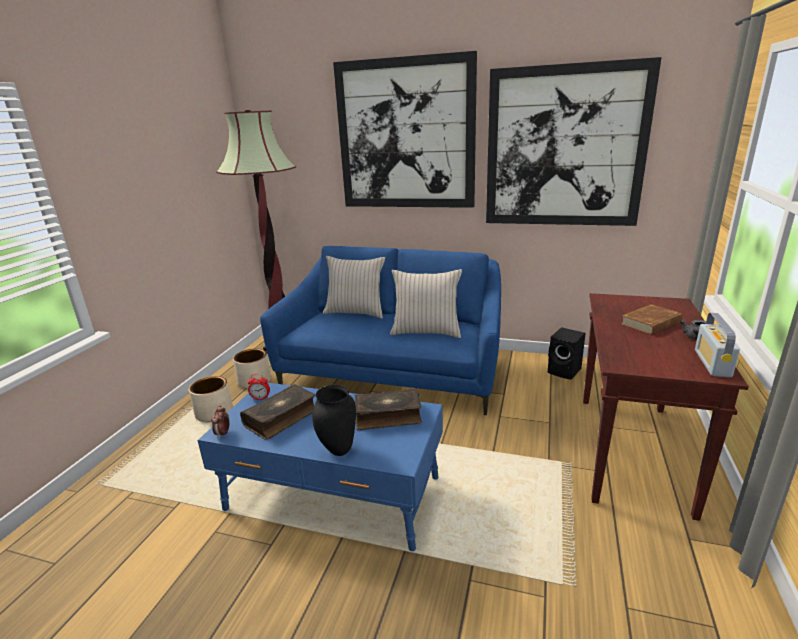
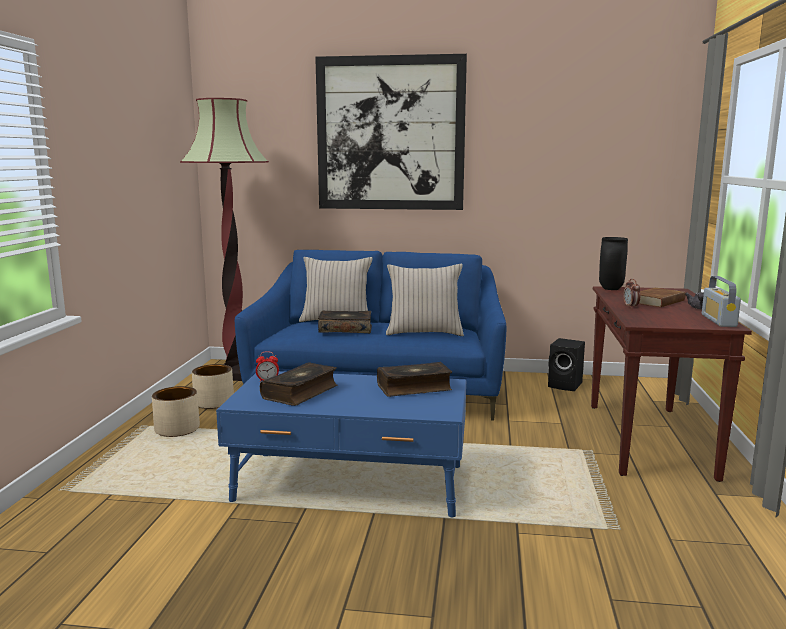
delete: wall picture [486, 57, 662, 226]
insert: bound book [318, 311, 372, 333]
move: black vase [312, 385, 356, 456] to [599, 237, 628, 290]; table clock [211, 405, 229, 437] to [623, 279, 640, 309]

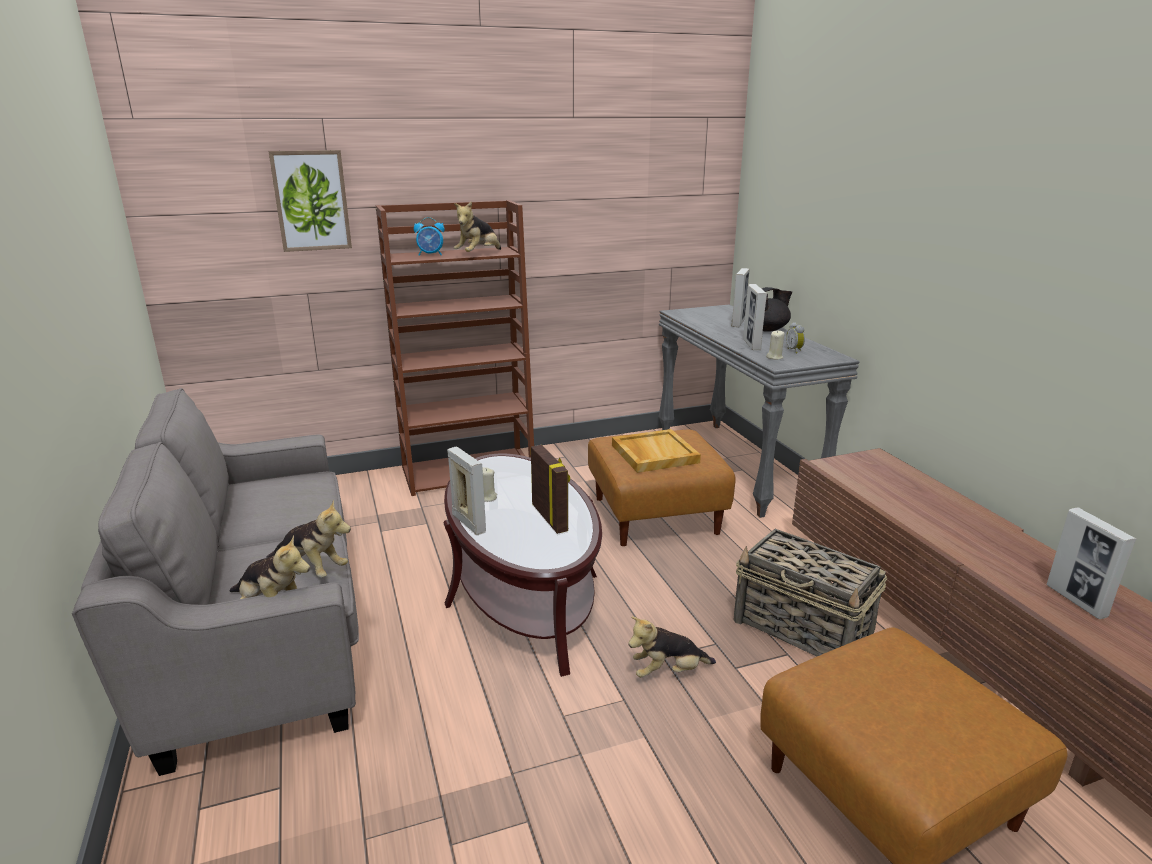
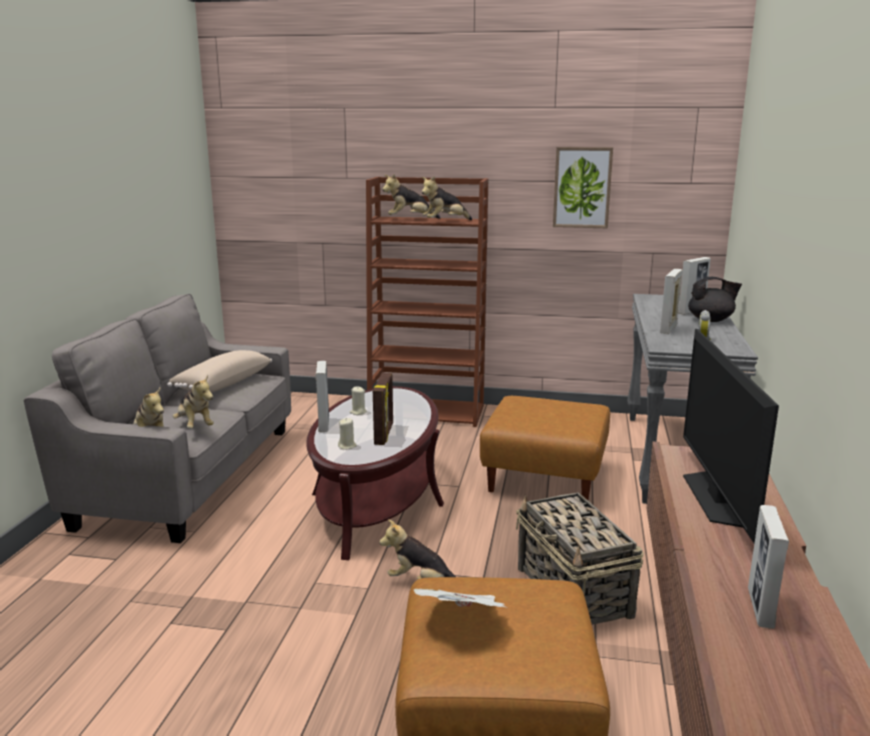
delete: beige serving tray [612, 429, 701, 473]
insert: beige pillow [167, 350, 272, 393]; printed paper [414, 589, 508, 608]; TV set [683, 329, 779, 543]
move: beige wax candle [766, 330, 784, 360] to [338, 418, 357, 449]; wall picture [269, 150, 352, 252] to [553, 147, 613, 228]
replace: table clock [414, 217, 445, 256] to plush toy [382, 174, 441, 219]

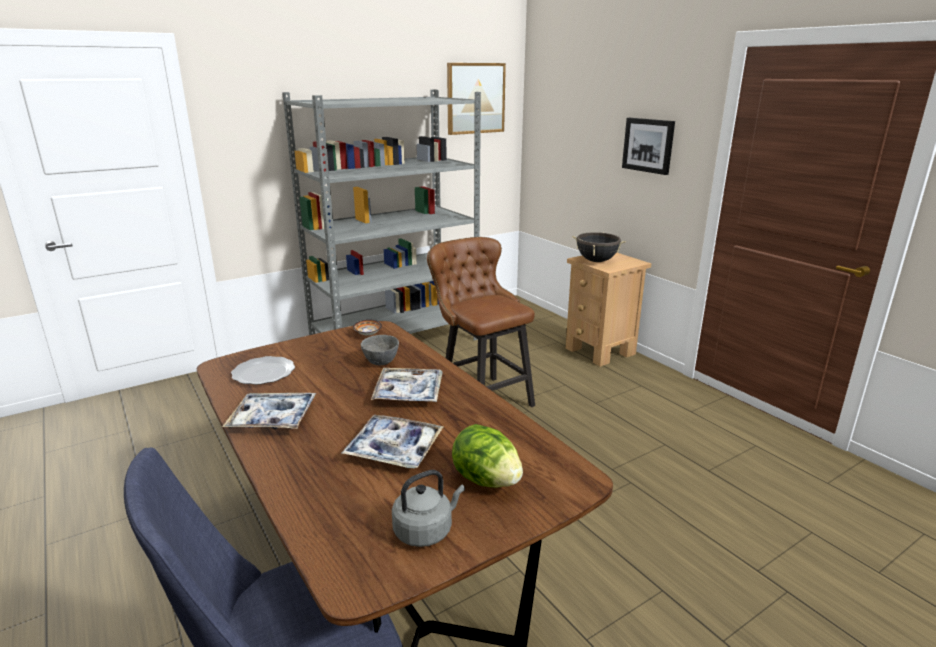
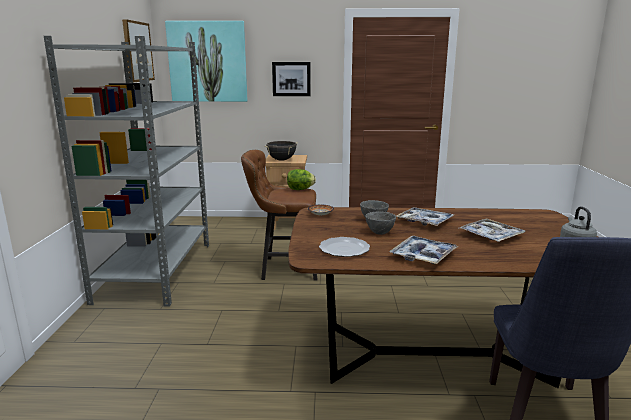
insert: wall picture [165, 21, 247, 102]; grey bowl [365, 212, 396, 235]
move: head of lettuce [452, 424, 523, 488] to [287, 169, 316, 190]

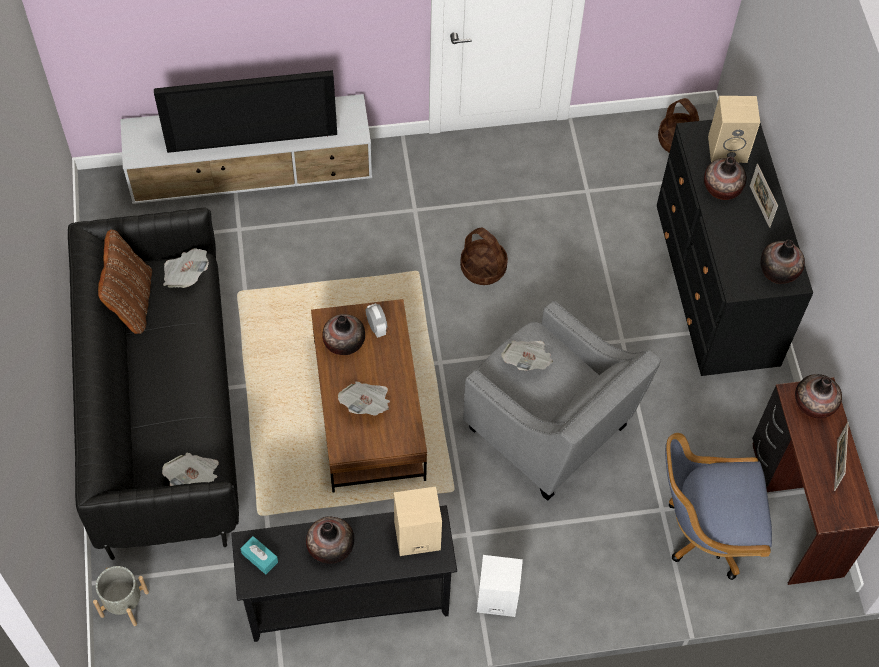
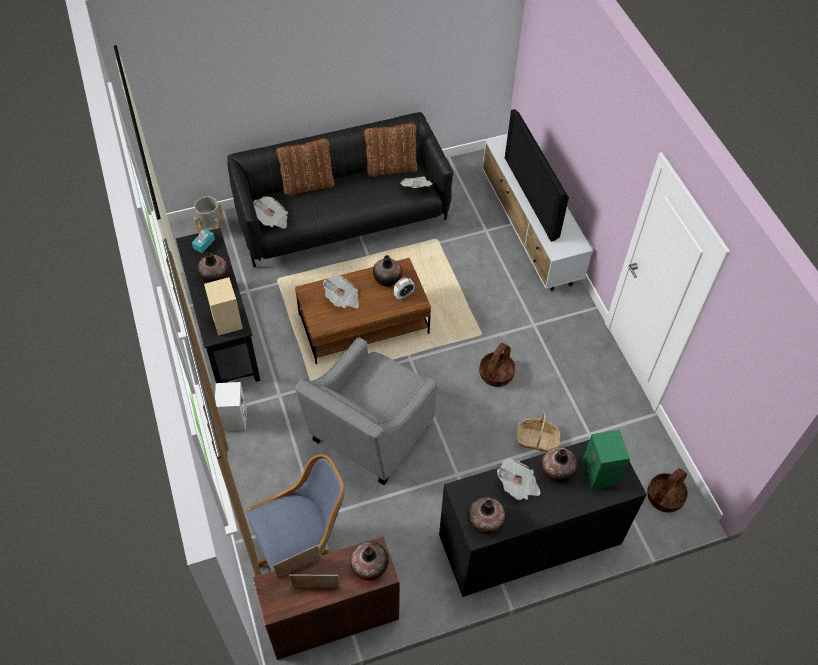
insert: brown-coloured pillow [277, 139, 334, 196]; storage basket [517, 412, 560, 452]
move: photo frame [750, 164, 778, 228] to [273, 545, 320, 578]; printed paper [501, 341, 553, 371] to [497, 458, 541, 500]
recolor: beige speaker [708, 96, 760, 163] to green speaker [582, 430, 630, 489]
rotate: blue-coloured desk chair [665, 433, 772, 580] = [246, 454, 345, 571] 75 degrees clockwise

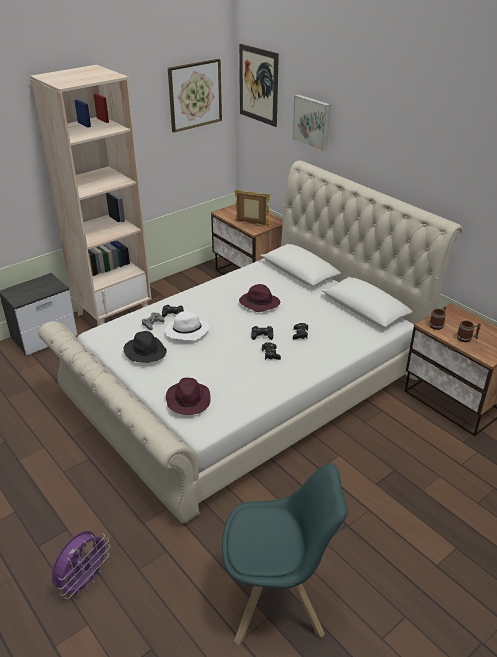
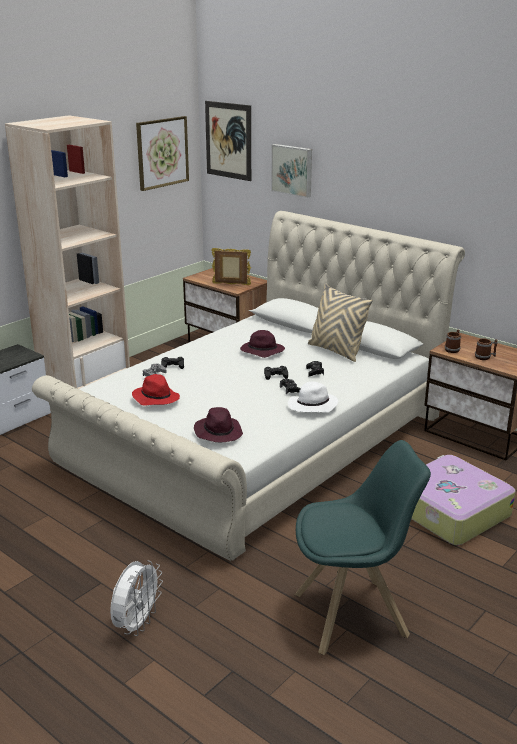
insert: beige pillow [308, 284, 373, 362]; piece of luggage [411, 455, 516, 545]
move: white clothing hat [165, 311, 209, 340] to [288, 381, 339, 413]
recolor: purple fan [52, 531, 110, 599] to white fan [110, 560, 163, 636]; black clothing hat [123, 331, 167, 363] to red clothing hat [132, 374, 180, 406]

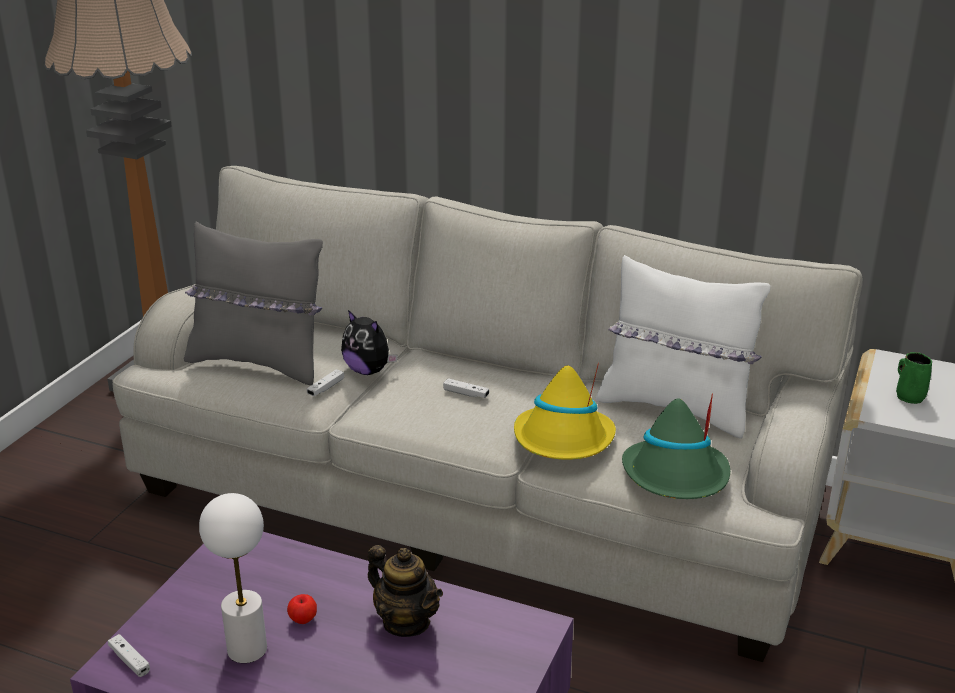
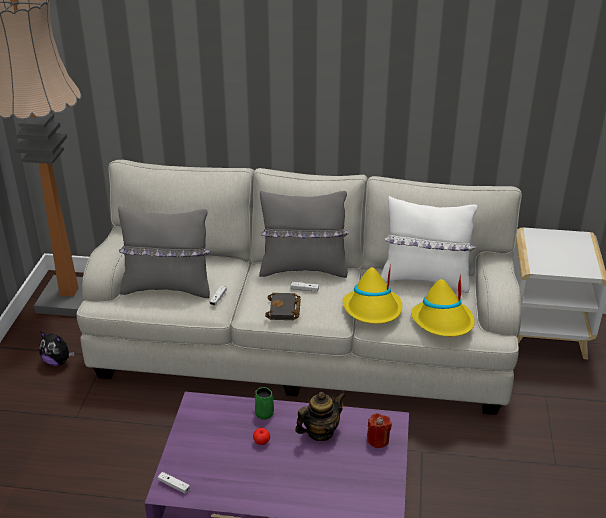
delete: white lamp for a table [199, 493, 267, 663]
insert: grey pillow [259, 190, 349, 278]; black bound book [265, 293, 301, 320]; red wax candle [367, 413, 392, 448]
move: plush toy [341, 310, 398, 375] to [39, 331, 74, 366]; green tea mug [896, 352, 932, 404] to [255, 387, 274, 420]
recolor: green clothing hat [622, 393, 730, 499] to yellowish clothing hat [411, 274, 475, 337]
rotate: teapot [368, 545, 443, 637] = [295, 392, 346, 441] 60 degrees counterclockwise

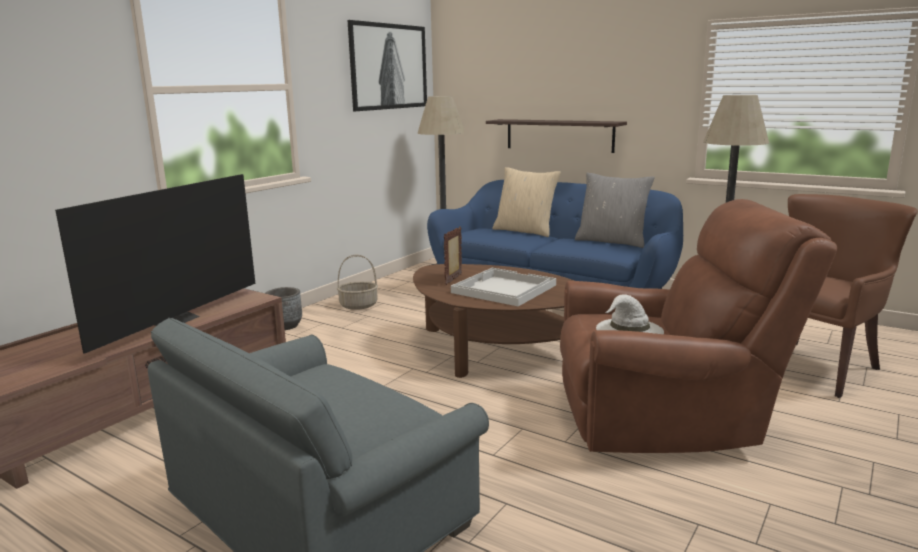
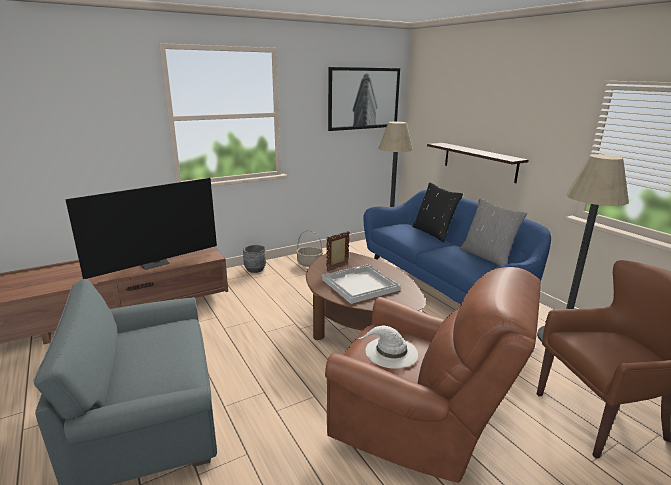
recolor: beige pillow [492, 167, 561, 237] to black pillow [412, 182, 463, 242]

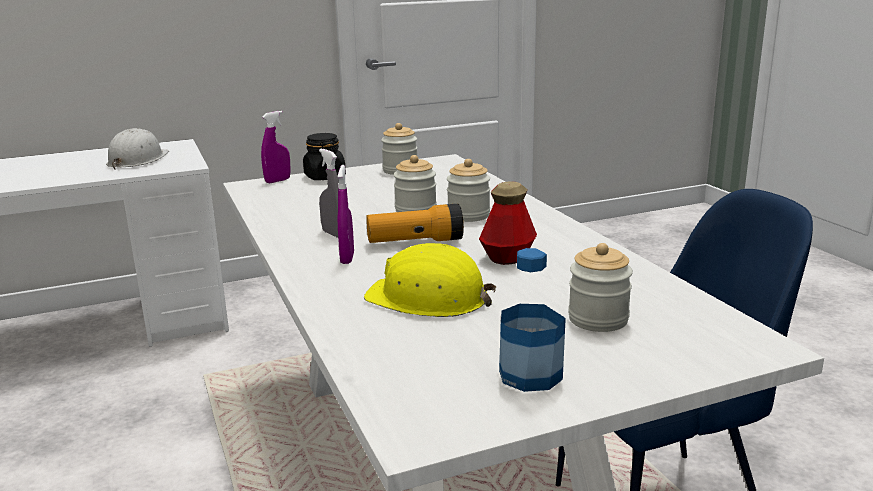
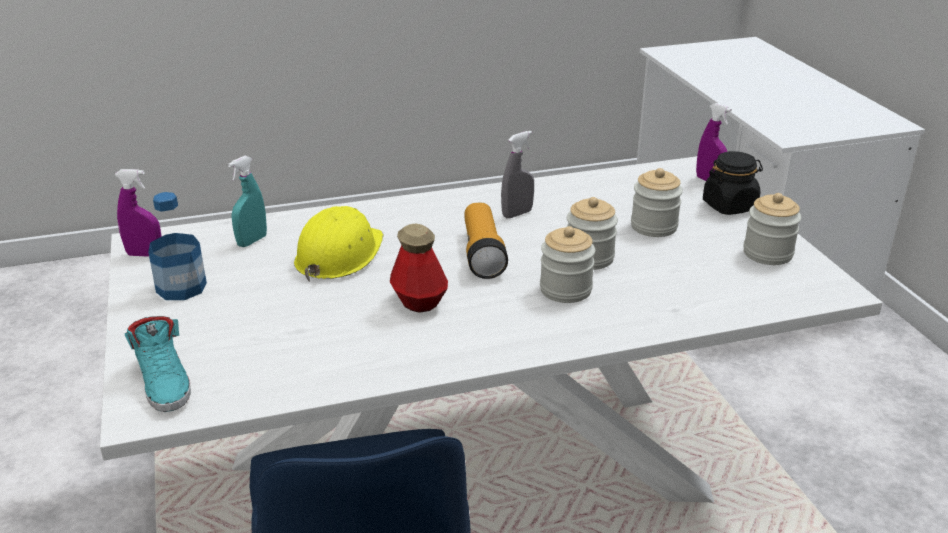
delete: white safety helmet [107, 128, 169, 169]
insert: turquoise-coloured shoe [125, 316, 191, 412]; turquoise-coloured hand sprayer [228, 156, 267, 247]
move: purple hand sprayer [337, 165, 354, 264] to [115, 169, 162, 257]; preserve jar [568, 243, 633, 332] to [631, 168, 683, 237]

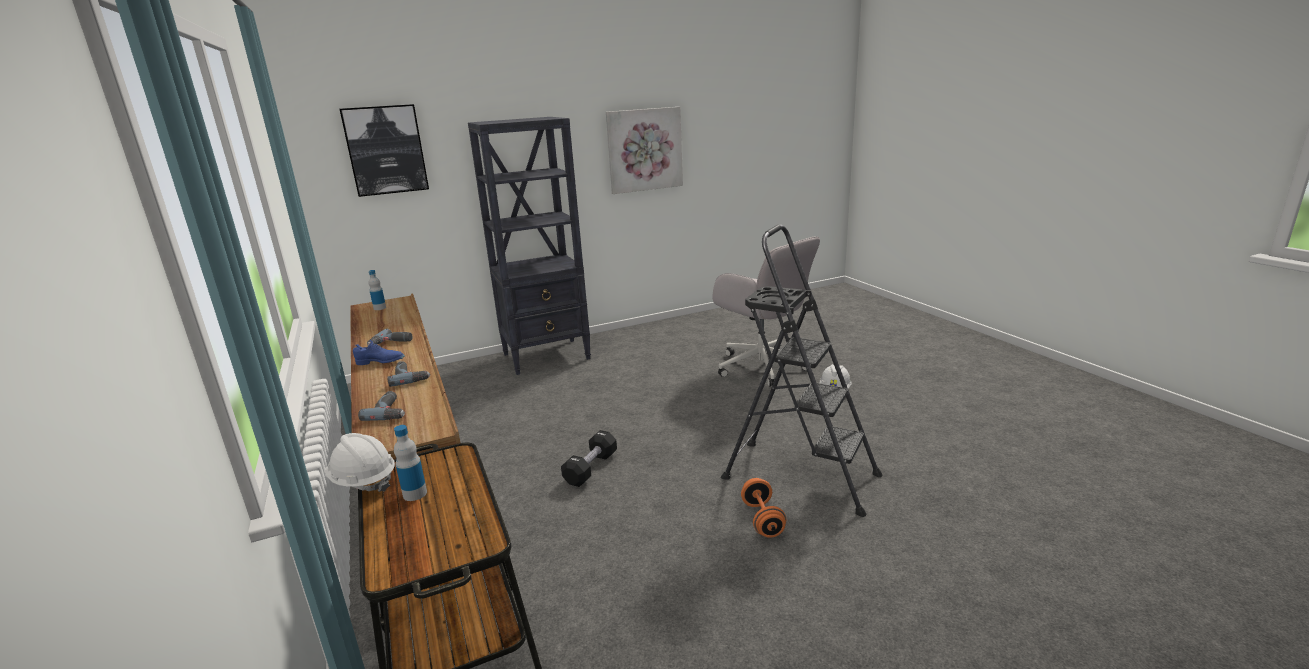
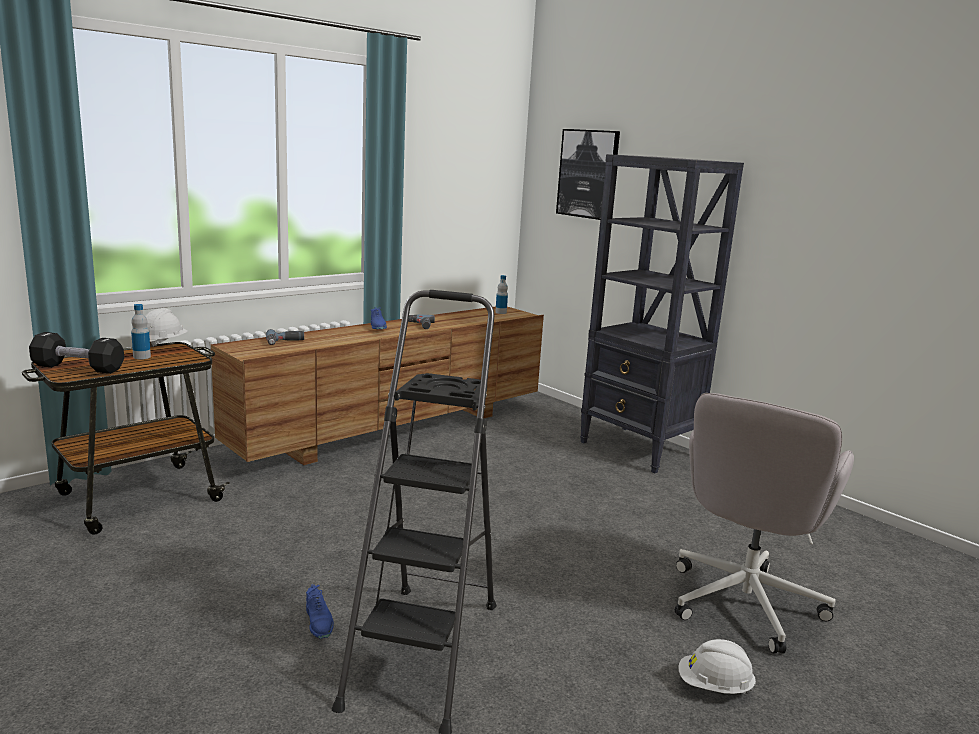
delete: power drill [387, 361, 430, 387]; wall picture [606, 107, 683, 194]
move: black dumbbell [561, 430, 617, 487] to [29, 332, 124, 374]
replace: orange dumbbell [741, 478, 786, 538] to blue-coloured shoe [306, 584, 334, 639]

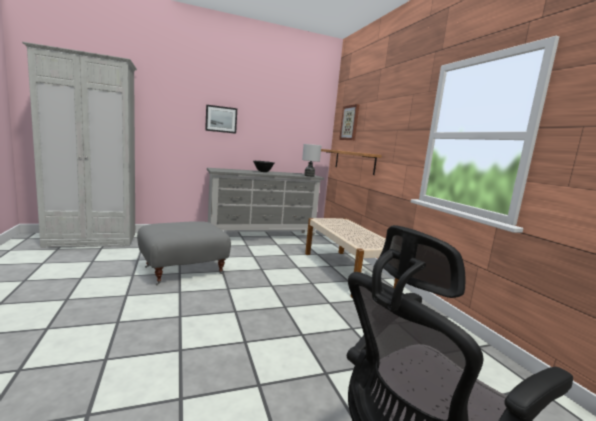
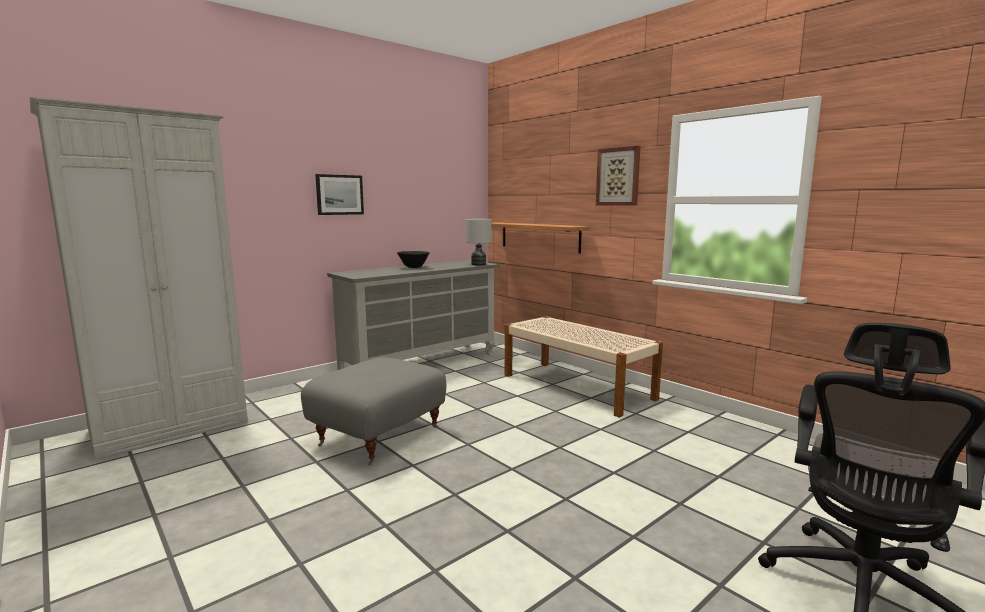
move: wall picture [339, 104, 359, 140] to [596, 146, 640, 206]

